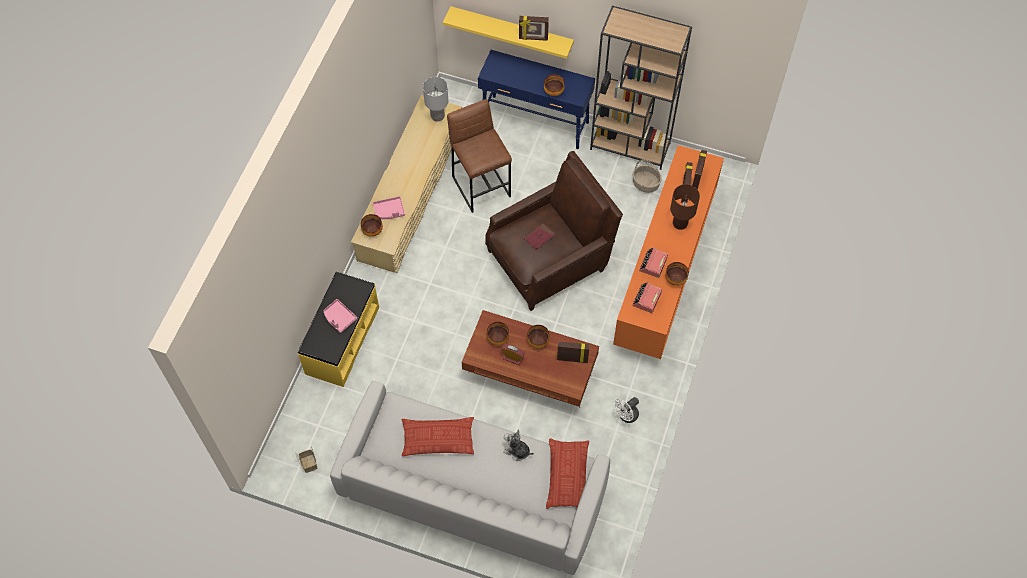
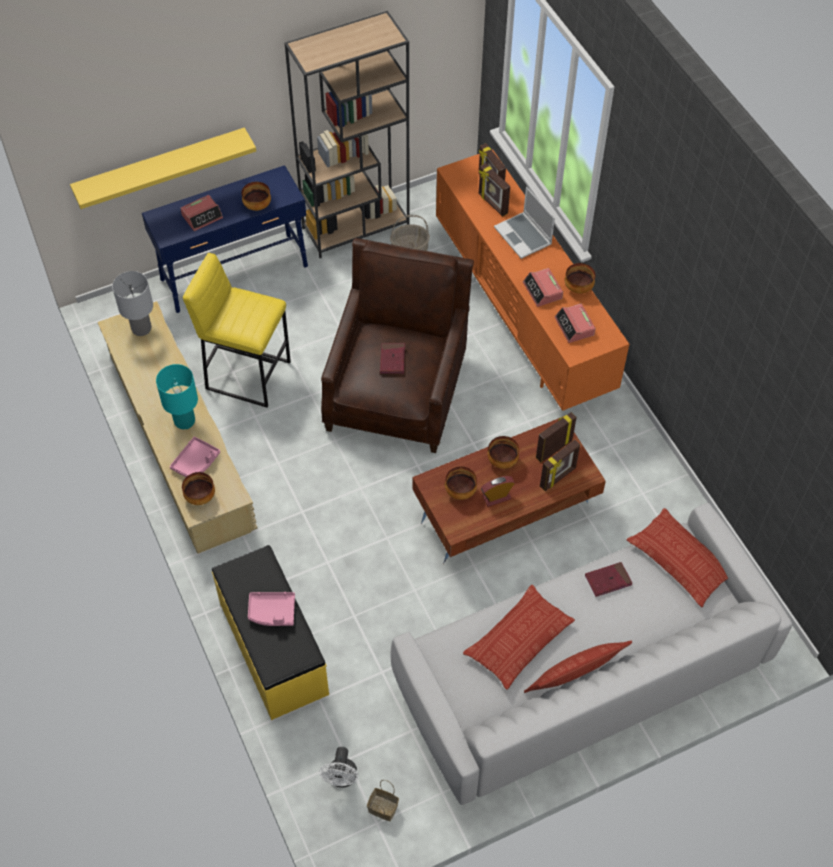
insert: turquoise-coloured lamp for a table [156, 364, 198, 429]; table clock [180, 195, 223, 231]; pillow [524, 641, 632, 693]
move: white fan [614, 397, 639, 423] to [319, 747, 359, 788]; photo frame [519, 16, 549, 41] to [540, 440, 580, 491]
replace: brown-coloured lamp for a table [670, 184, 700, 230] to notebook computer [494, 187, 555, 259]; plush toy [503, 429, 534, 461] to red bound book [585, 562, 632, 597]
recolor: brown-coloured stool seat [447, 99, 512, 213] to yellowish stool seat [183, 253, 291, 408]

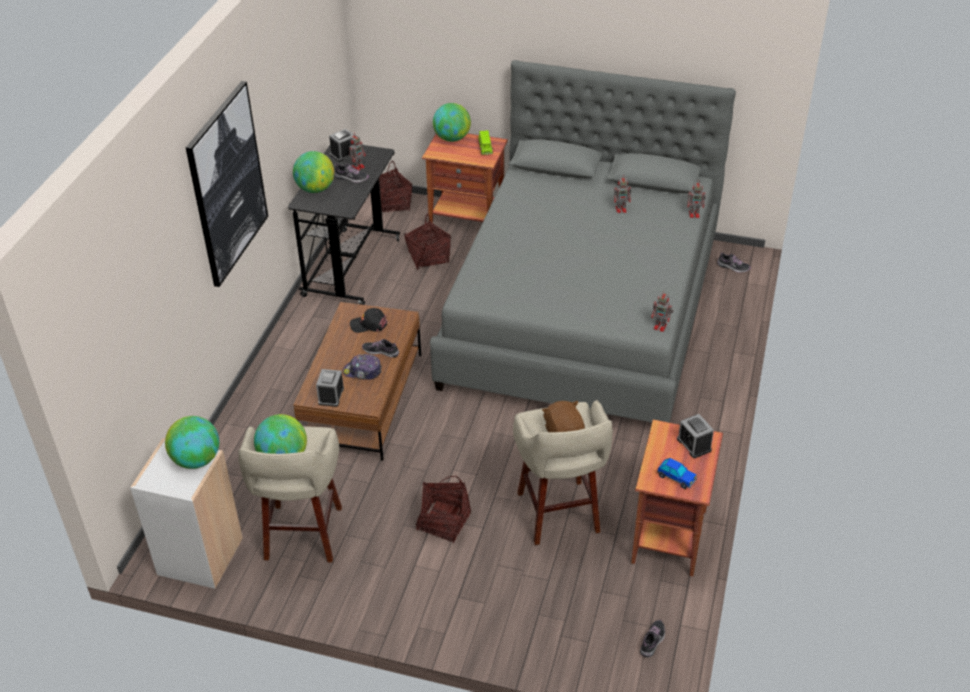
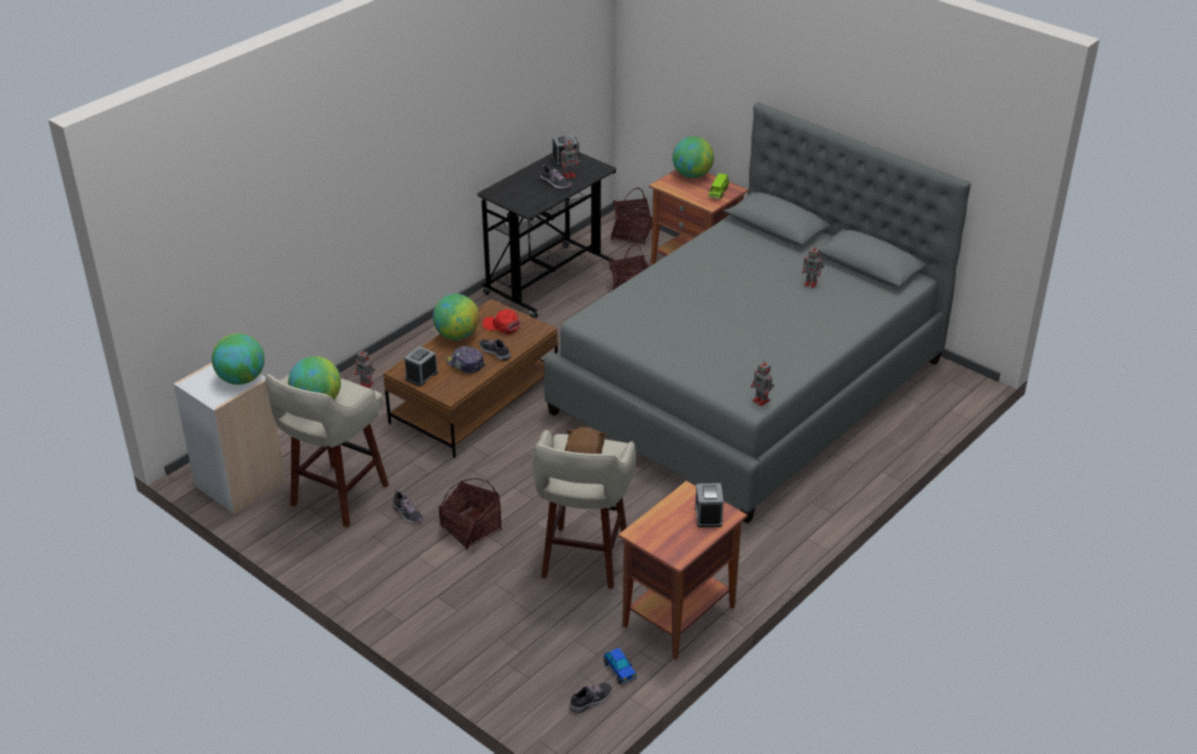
delete: wall picture [186, 81, 268, 287]
move: robot figure [688, 180, 706, 218] to [355, 349, 375, 388]; shoe [717, 253, 751, 273] to [392, 489, 424, 524]; globe [293, 151, 335, 193] to [433, 294, 479, 340]; toy car [657, 458, 697, 489] to [604, 648, 637, 684]
recolor: black peaked cap [350, 308, 388, 333] to red peaked cap [483, 309, 521, 334]

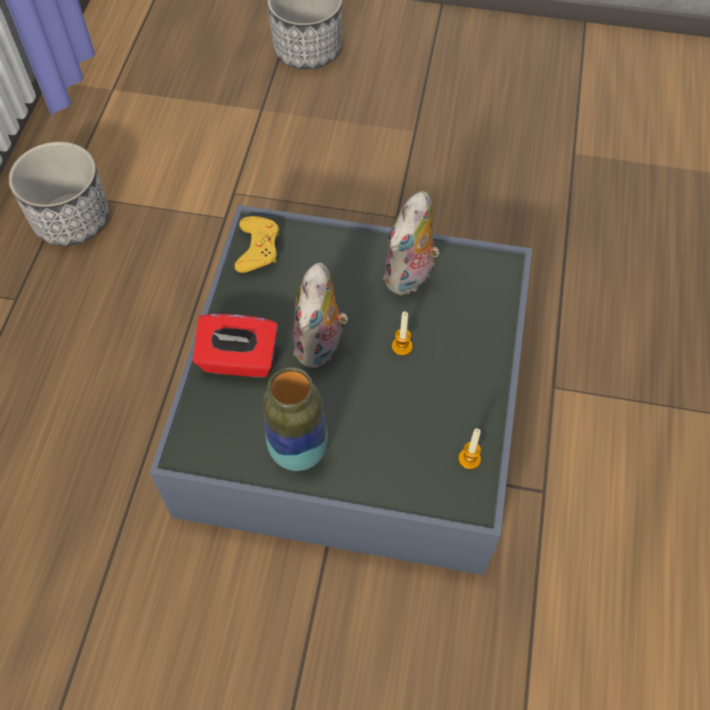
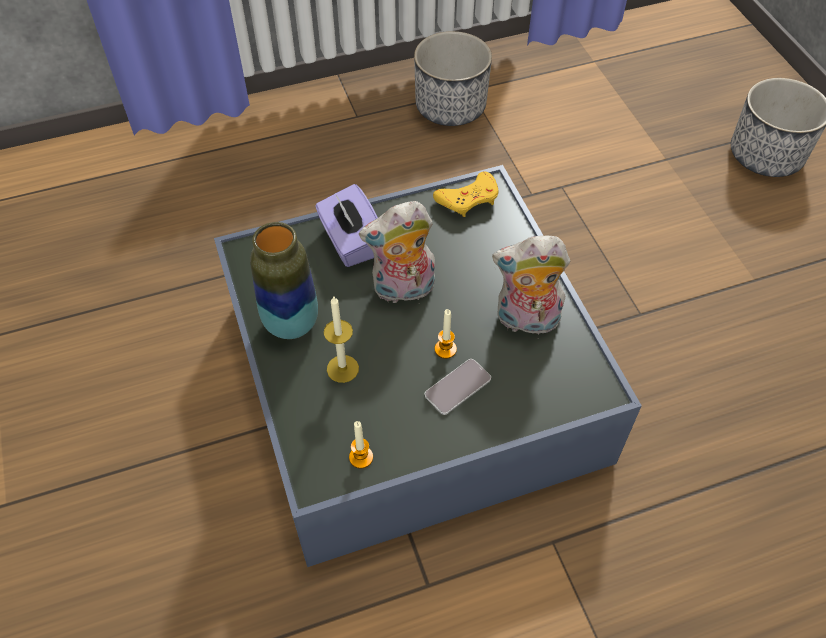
insert: wax candle [324, 297, 359, 383]; telephone [425, 359, 491, 415]
recolor: red tissue box [193, 314, 278, 377] to purple tissue box [315, 184, 378, 267]

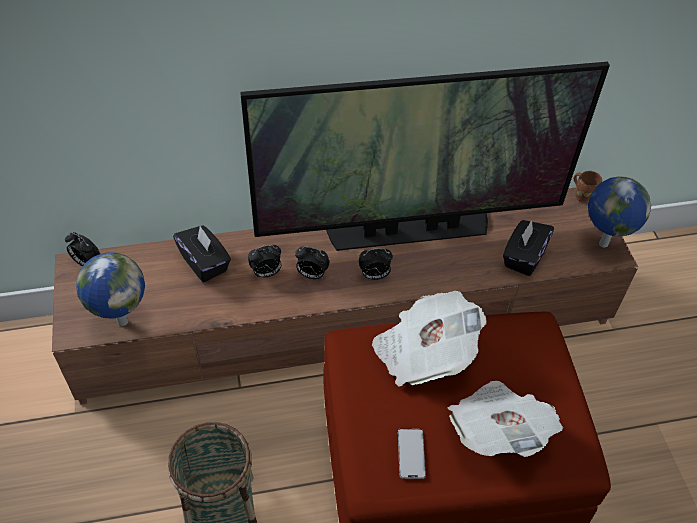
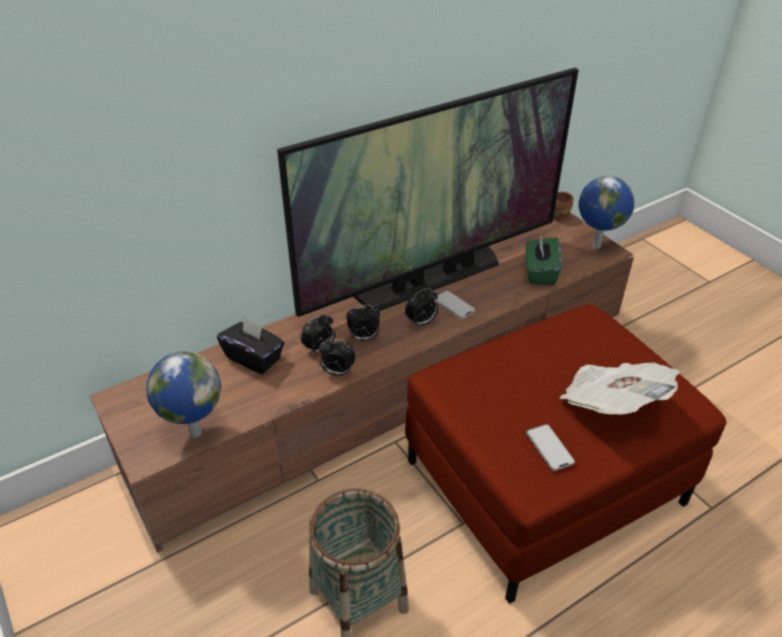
delete: printed paper [372, 291, 487, 387]
insert: telephone [434, 290, 476, 319]
move: table clock [65, 232, 100, 266] to [319, 338, 356, 376]
recolor: black tissue box [503, 220, 554, 276] to green tissue box [526, 234, 562, 285]

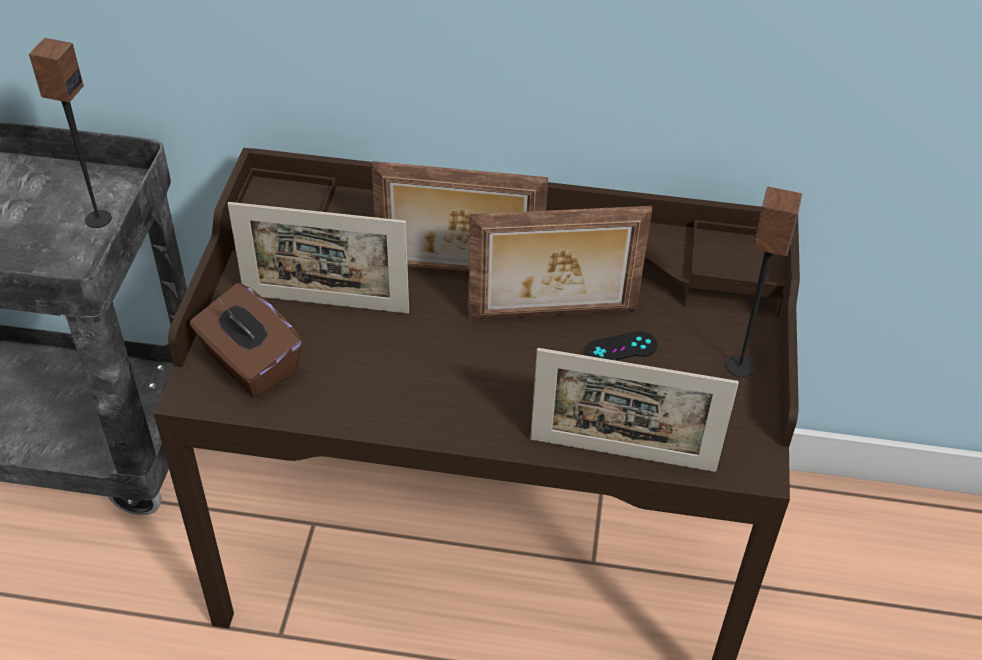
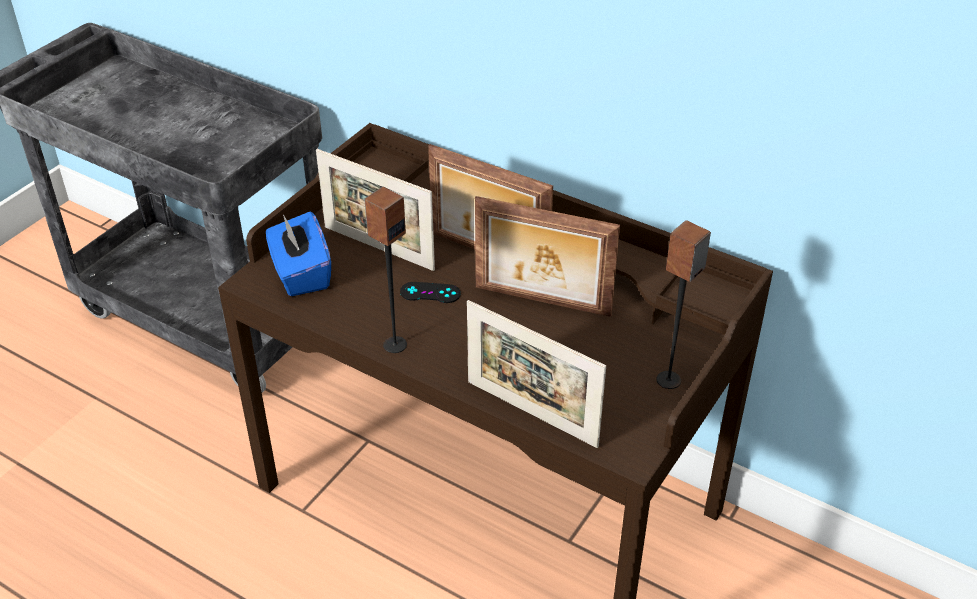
move: speaker [29, 38, 112, 228] to [364, 186, 407, 353]; black gamepad [584, 331, 657, 360] to [400, 282, 461, 303]
recolor: brown-coloured tissue box [190, 283, 303, 397] to blue-coloured tissue box [266, 212, 331, 296]

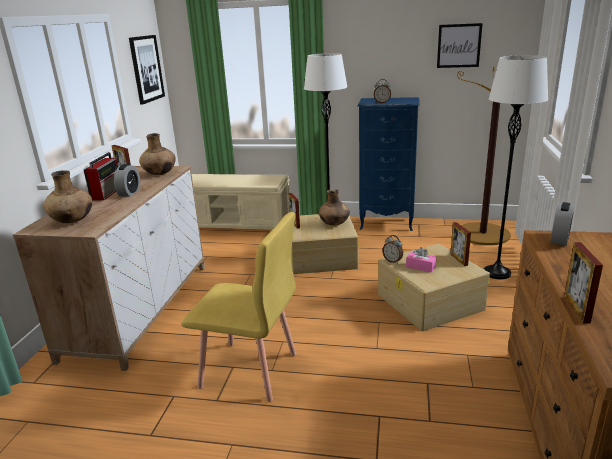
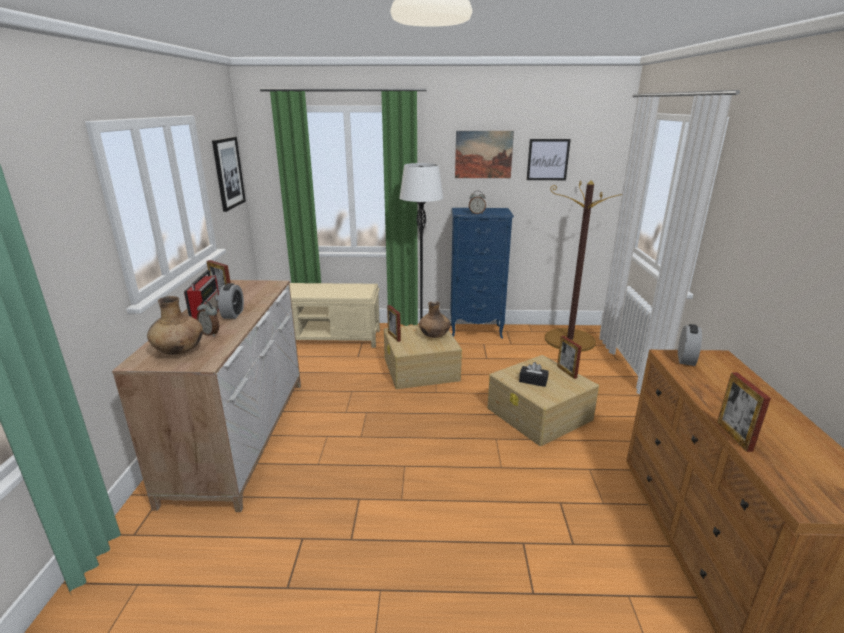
delete: brown-coloured vase [139, 133, 176, 175]; yellowish plain chair [181, 212, 296, 402]; white floor lamp [484, 55, 548, 280]
insert: wall picture [455, 131, 514, 178]
move: table clock [382, 235, 403, 264] to [197, 300, 219, 337]
recolor: pinkish tissue box [406, 247, 436, 273] to black tissue box [519, 362, 549, 387]

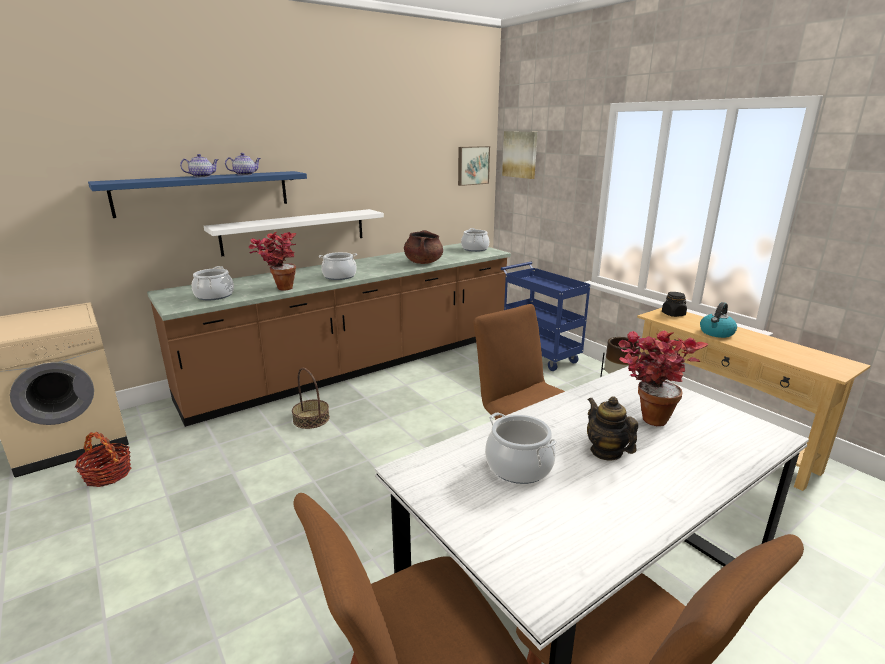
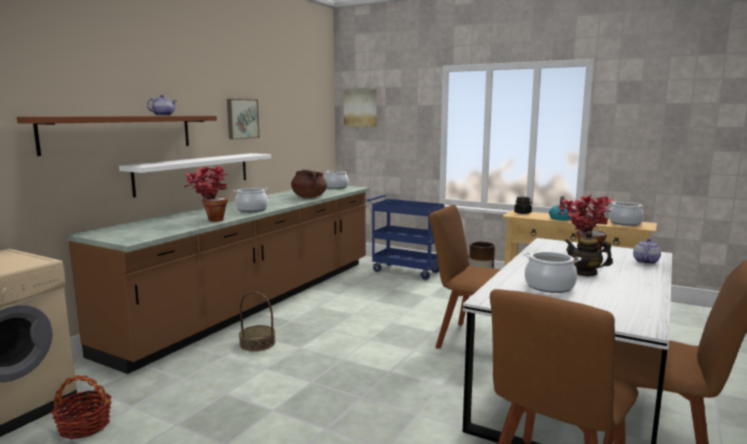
move: wall picture [458, 146, 490, 186] to [227, 99, 260, 139]; saucepot [192, 266, 234, 300] to [609, 201, 644, 226]; teapot [180, 154, 219, 177] to [633, 238, 661, 264]
recolor: blue-coloured wall shelf [88, 171, 307, 218] to brown-coloured wall shelf [17, 116, 217, 156]

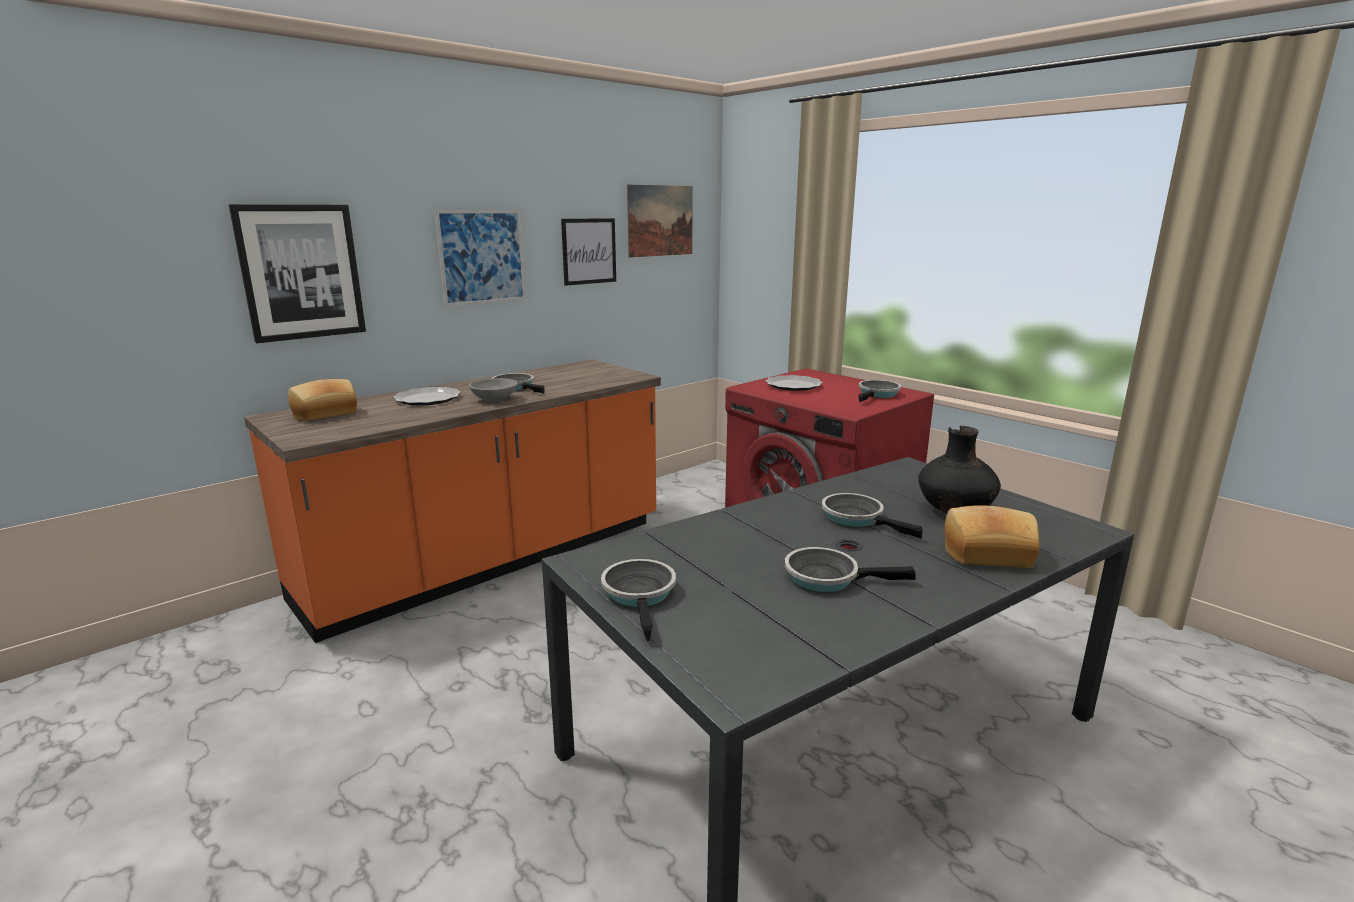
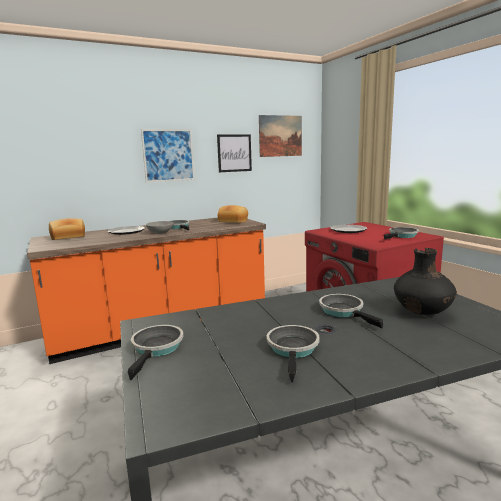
delete: wall picture [229, 204, 366, 343]
move: bakery bread [945, 505, 1039, 568] to [218, 205, 248, 223]
rotate: skillet [785, 547, 916, 593] = [267, 325, 320, 383] 75 degrees clockwise

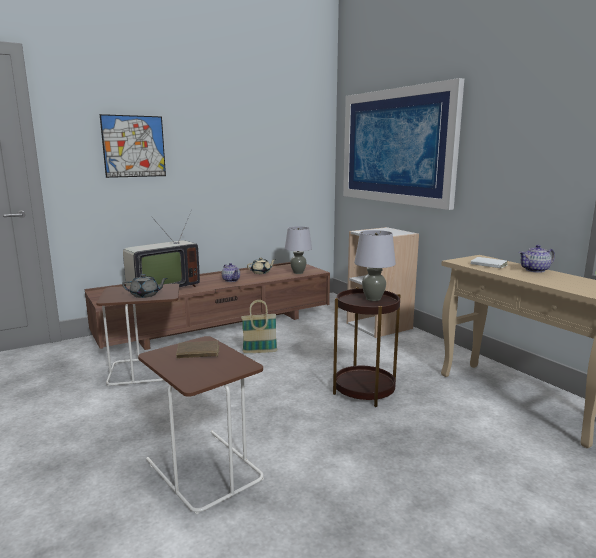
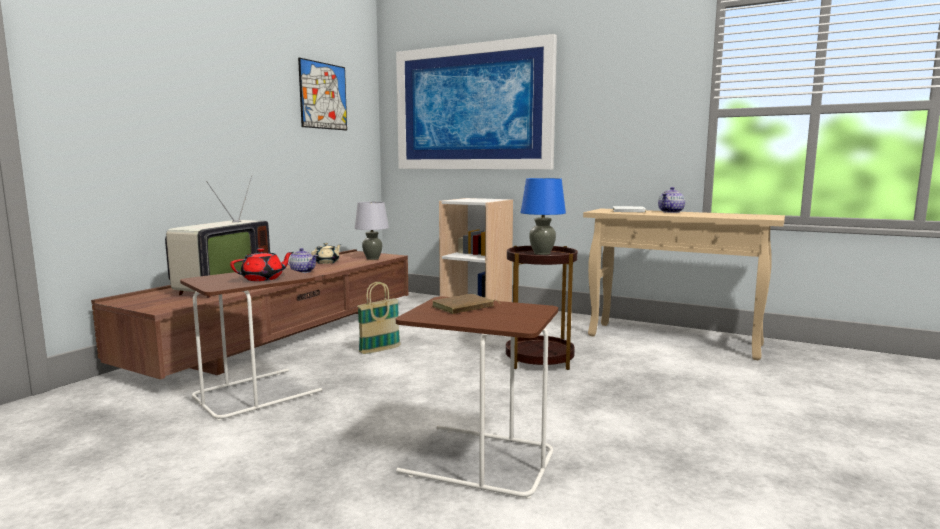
move: wall picture [100, 114, 166, 178] to [298, 58, 347, 130]
recolor: grey teapot [122, 274, 168, 298] to red teapot [230, 248, 294, 281]; grey lamp for a table [354, 230, 396, 301] to blue-coloured lamp for a table [521, 178, 566, 255]

